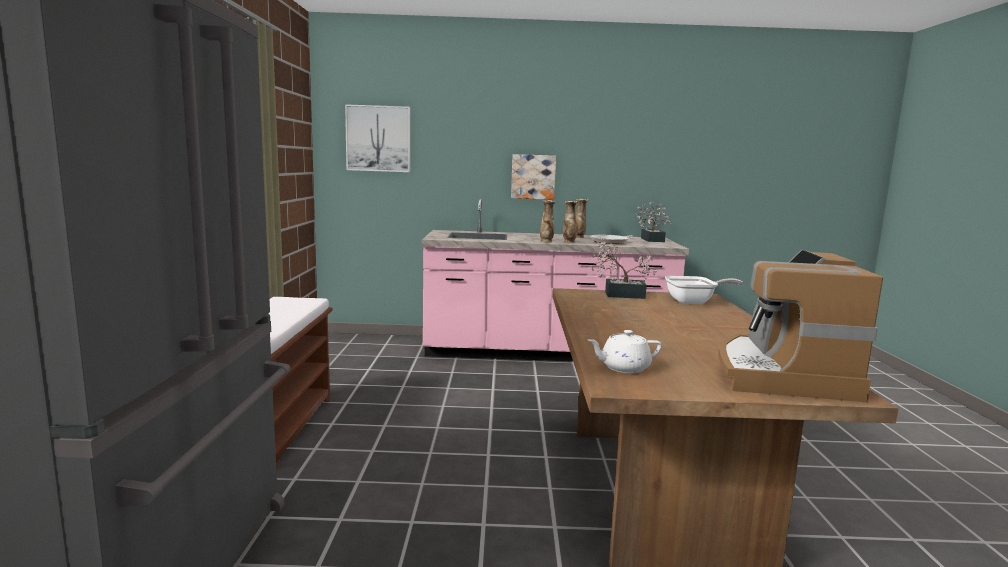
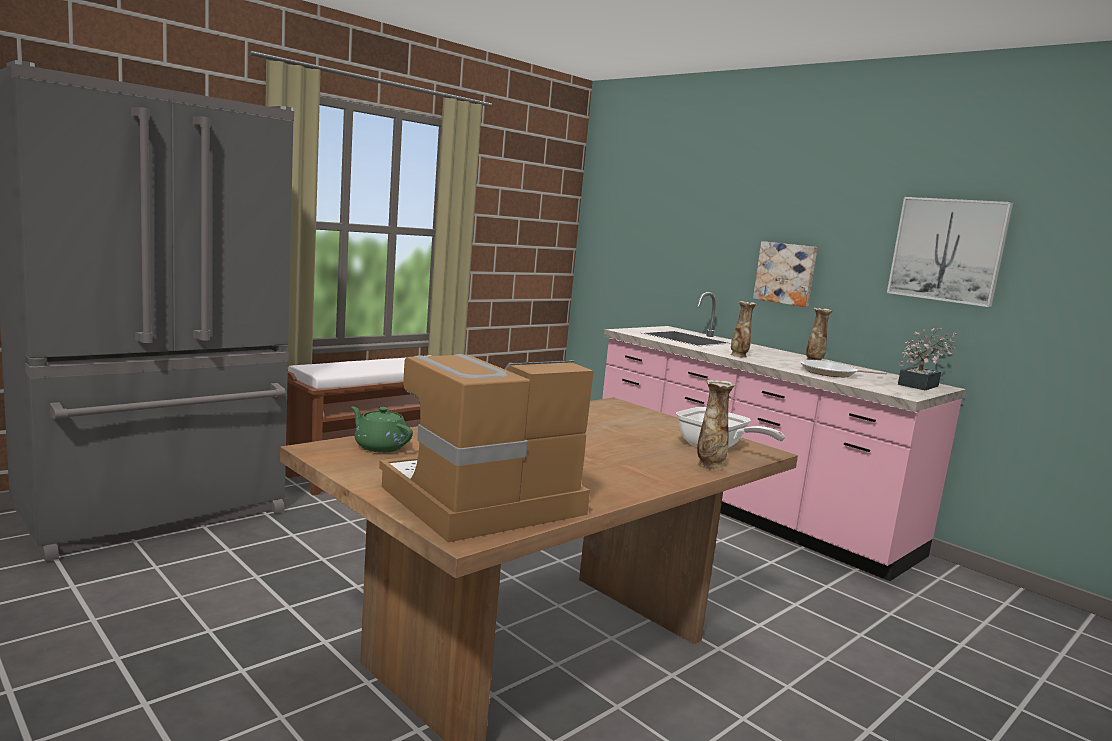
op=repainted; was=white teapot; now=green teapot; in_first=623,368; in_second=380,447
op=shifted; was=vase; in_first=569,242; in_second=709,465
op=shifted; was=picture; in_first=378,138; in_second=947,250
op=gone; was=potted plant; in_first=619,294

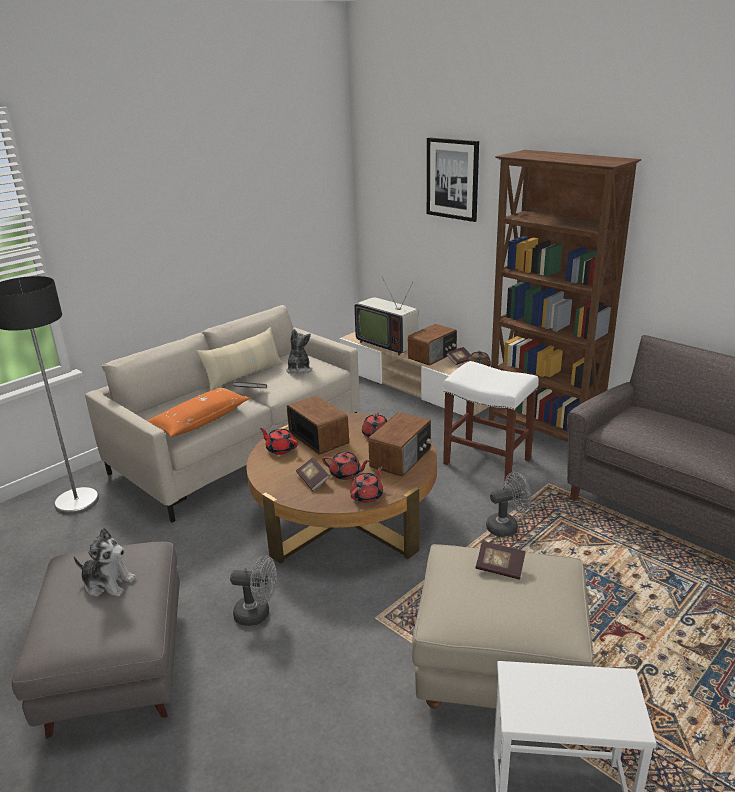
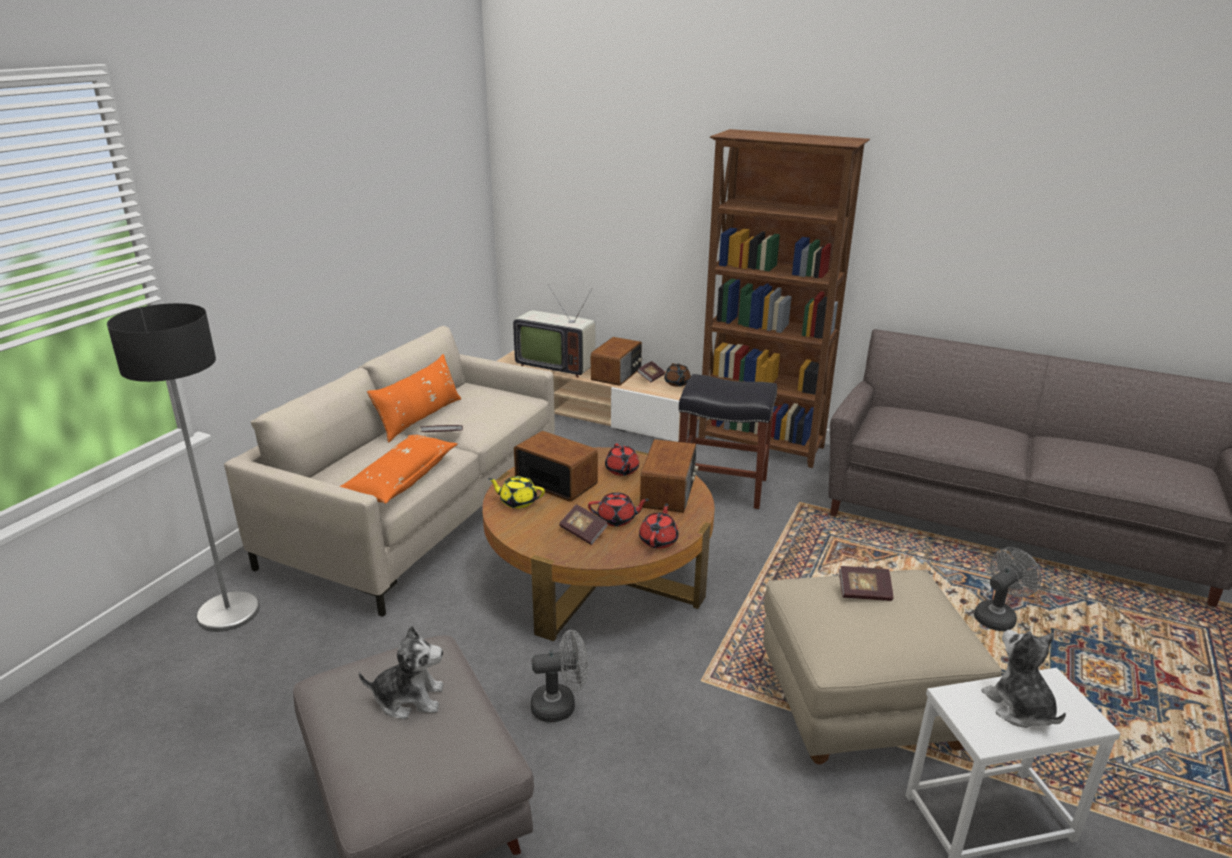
op=repainted; was=beige pillow; now=orange pillow; in_first=244,375; in_second=420,418
op=repainted; was=red teapot; now=yellow teapot; in_first=280,449; in_second=517,501
op=repainted; was=white stool; now=black stool; in_first=488,461; in_second=723,487
op=shifted; was=grey fan; in_first=506,526; in_second=998,616
op=shifted; was=plush toy; in_first=299,369; in_second=1019,708
op=gone; was=picture; in_first=452,179

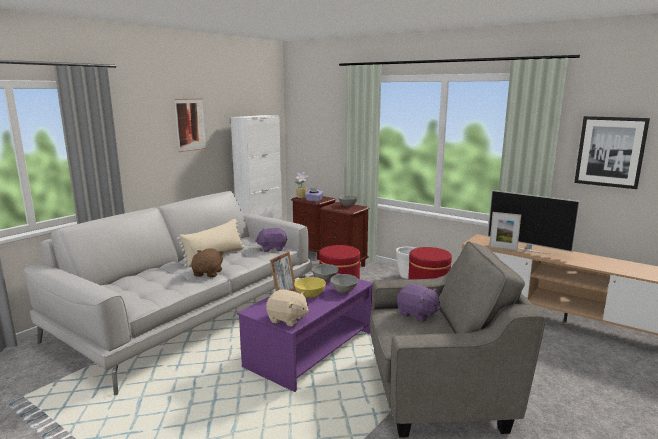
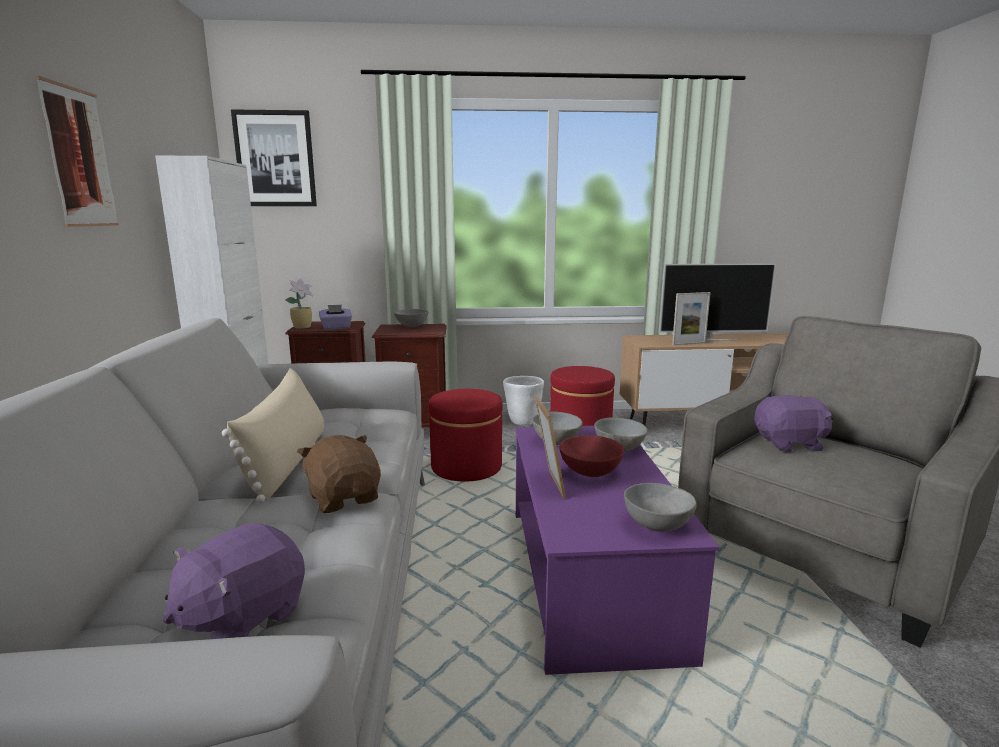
op=shifted; was=purple plush toy; in_first=272,248; in_second=242,616
op=shifted; was=picture; in_first=610,151; in_second=275,159
op=repainted; was=yellow bowl; now=red bowl; in_first=309,295; in_second=590,471
op=swapped; was=beige plush toy; now=grey bowl; in_first=287,319; in_second=656,525

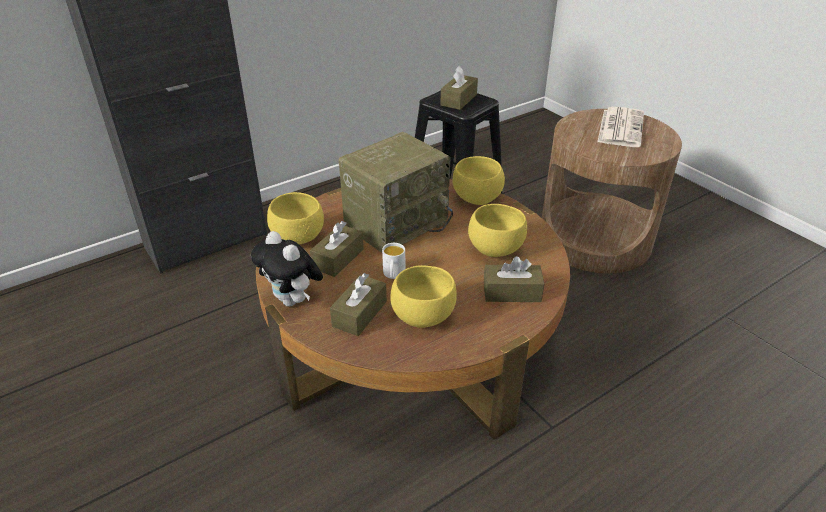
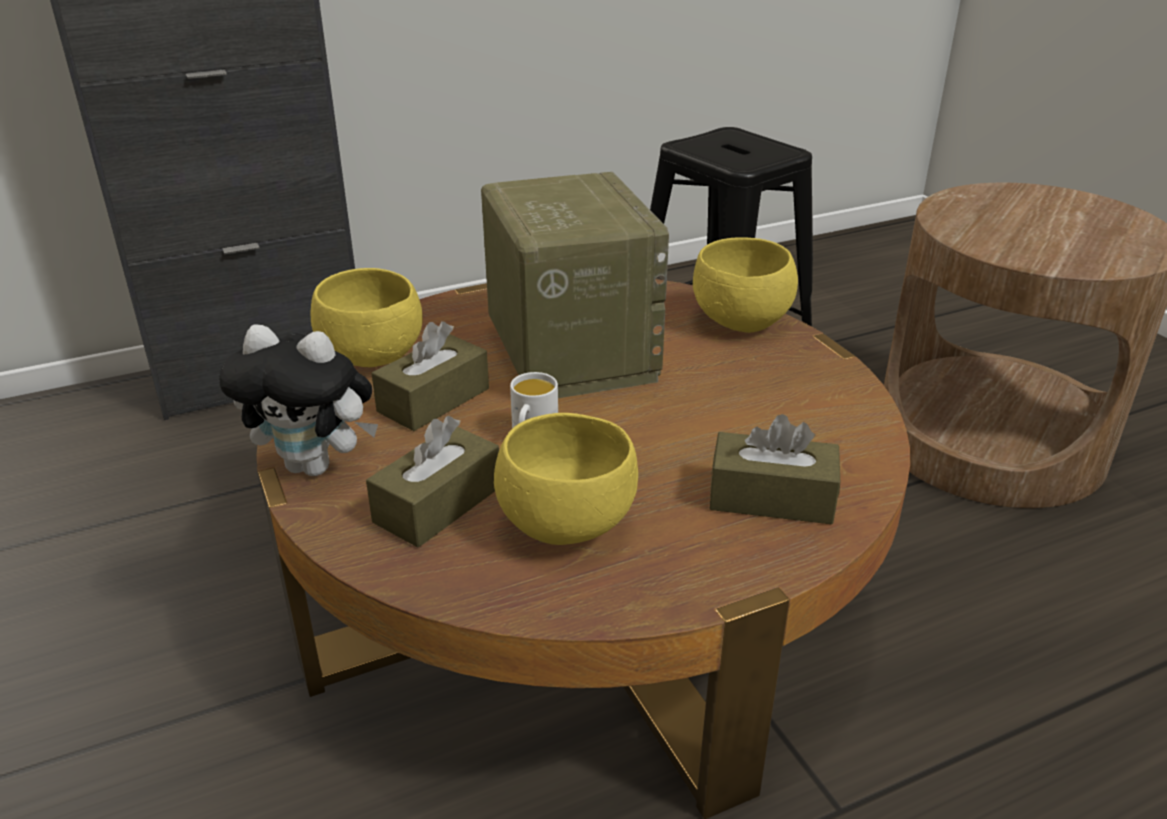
op=rotated; was=plush toy; in_first=293,301; in_second=316,466; clockwise=-45
op=rotated; was=radio; in_first=396,224; in_second=569,351; clockwise=-75
op=gone; was=brown tissue box; in_first=458,100
op=gone; was=yellow bowl; in_first=495,249
op=gone; was=newspaper; in_first=620,127

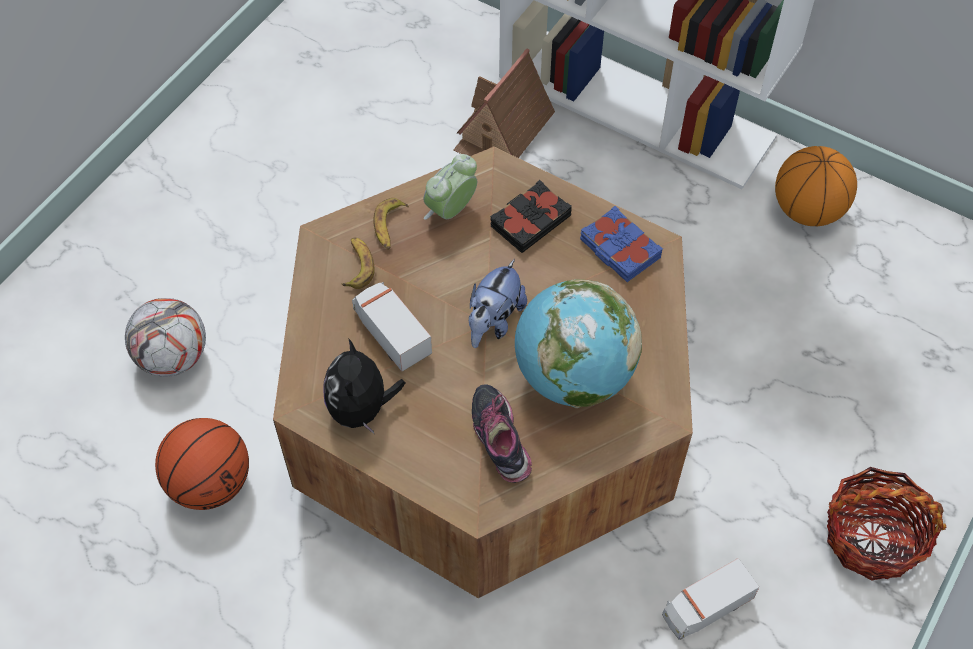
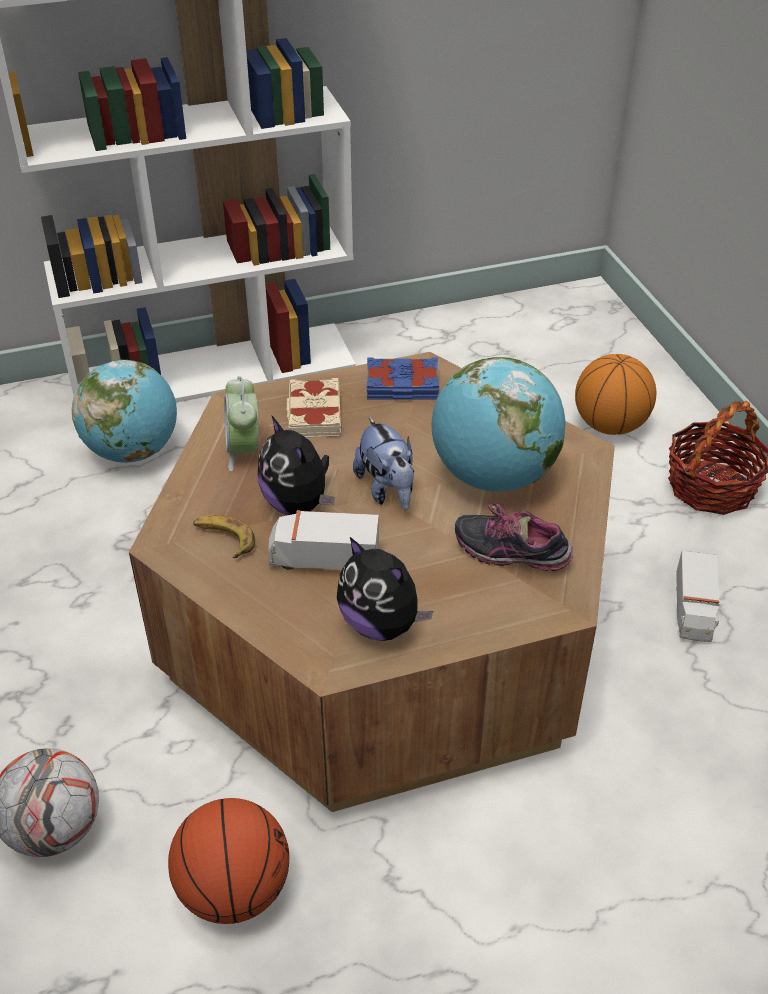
op=swapped; was=toy house; now=globe; in_first=503,132; in_second=133,451
op=new; now=plush toy; in_second=298,504
op=repainted; was=black book; now=beige book; in_first=529,220; in_second=313,415
op=shifted; was=basketball; in_first=807,210; in_second=610,425
op=gone; was=banana; in_first=389,227

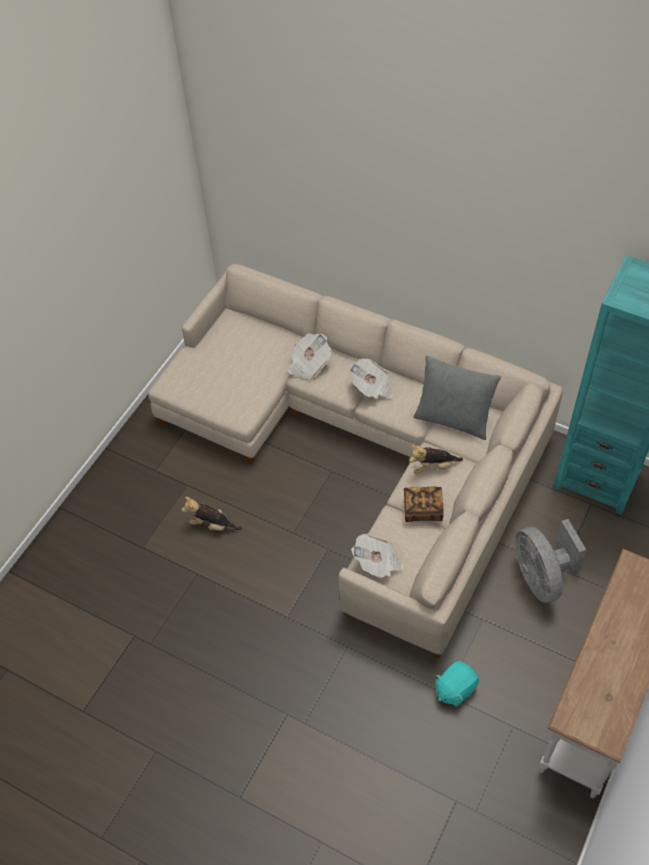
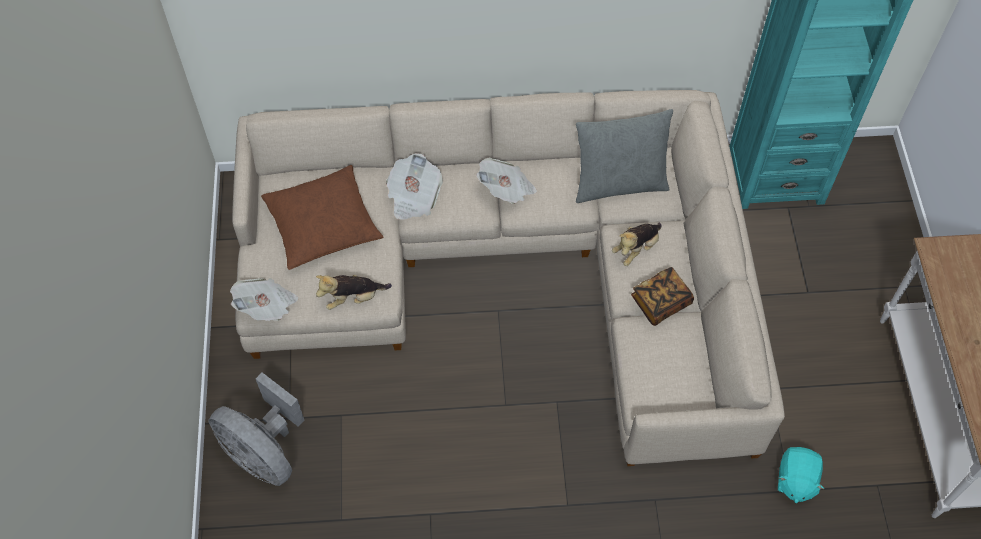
op=shifted; was=grey fan; in_first=541,577; in_second=265,453
op=shifted; was=newspaper; in_first=378,563; in_second=267,306
op=new; now=brown pillow; in_second=323,224
op=shifted; was=plush toy; in_first=212,524; in_second=353,298

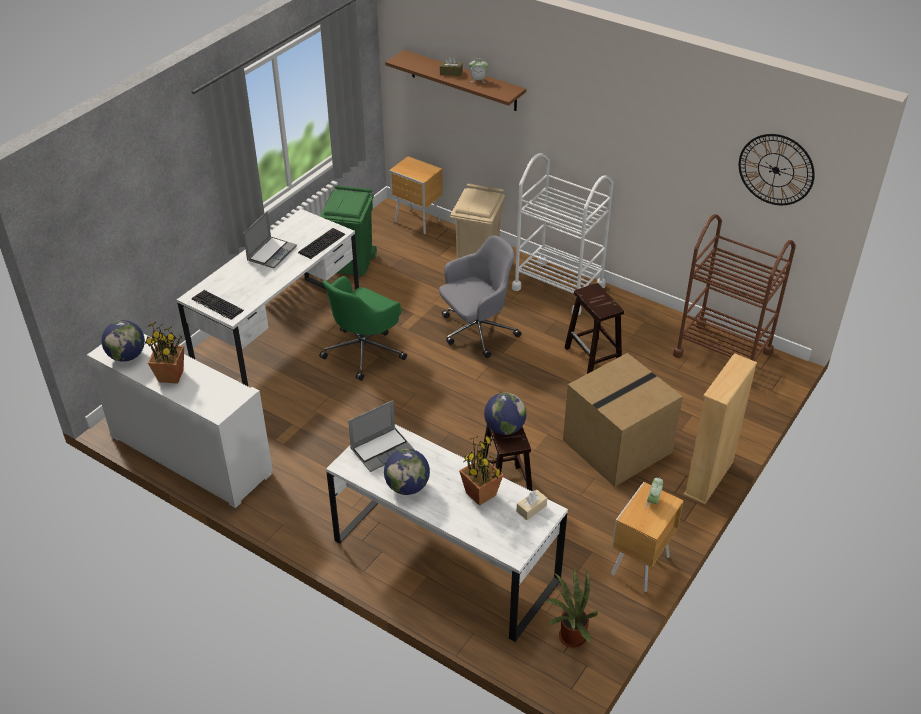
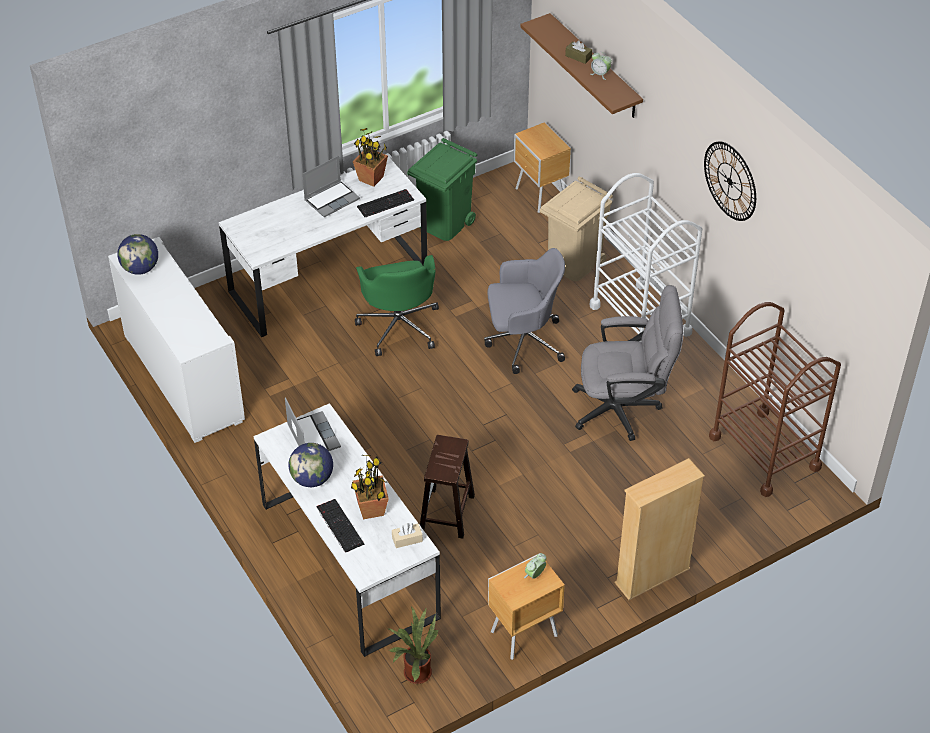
op=rotated; was=laptop; in_first=382,449; in_second=312,436; clockwise=-105
op=shifted; was=keyboard; in_first=216,305; in_second=339,525
op=shifted; was=potted plant; in_first=171,376; in_second=371,178
op=rotated; was=green office chair; in_first=364,351; in_second=399,326; clockwise=-75
op=swapped; was=brown stool; now=grey office chair; in_first=593,356; in_second=624,409
op=shifted; was=wall clock; in_first=776,170; in_second=730,181
op=gone; was=globe; in_first=504,428
op=gone; was=cardboard box; in_first=617,447

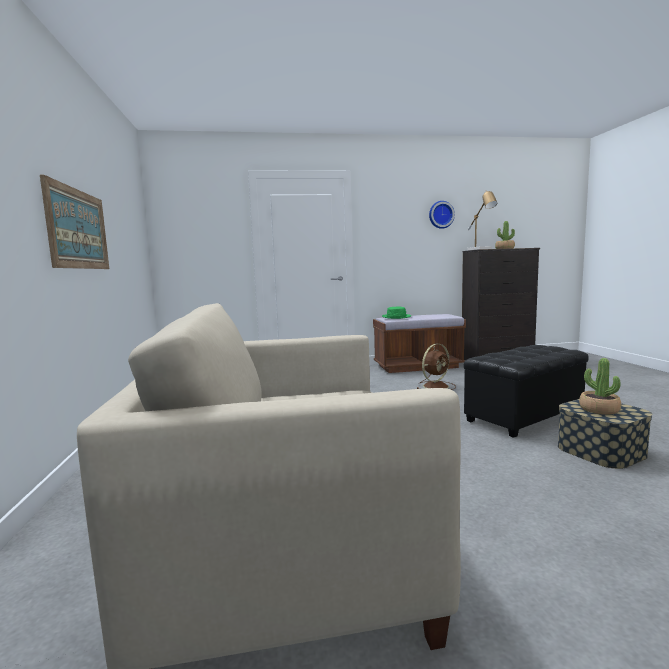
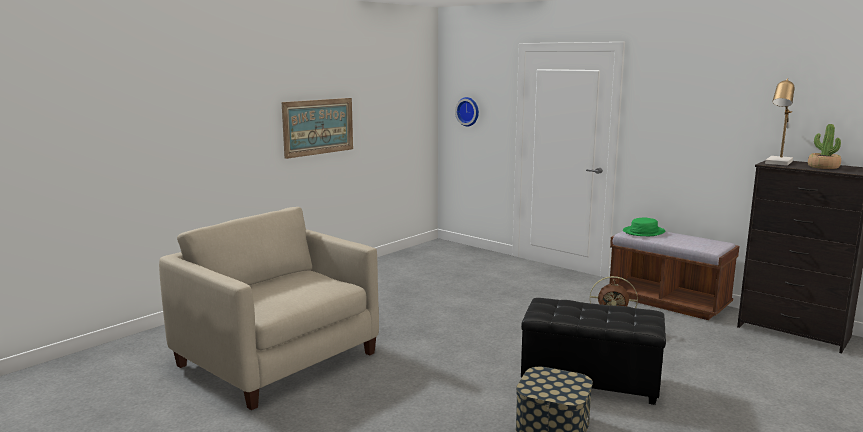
op=shifted; was=wall clock; in_first=440,215; in_second=468,111
op=gone; was=potted plant; in_first=599,410

